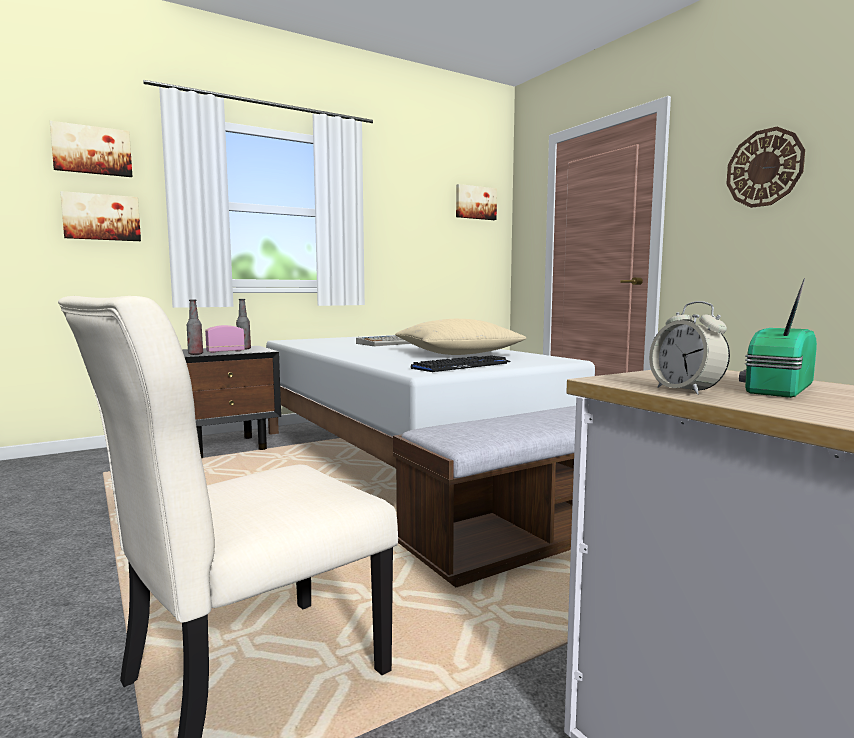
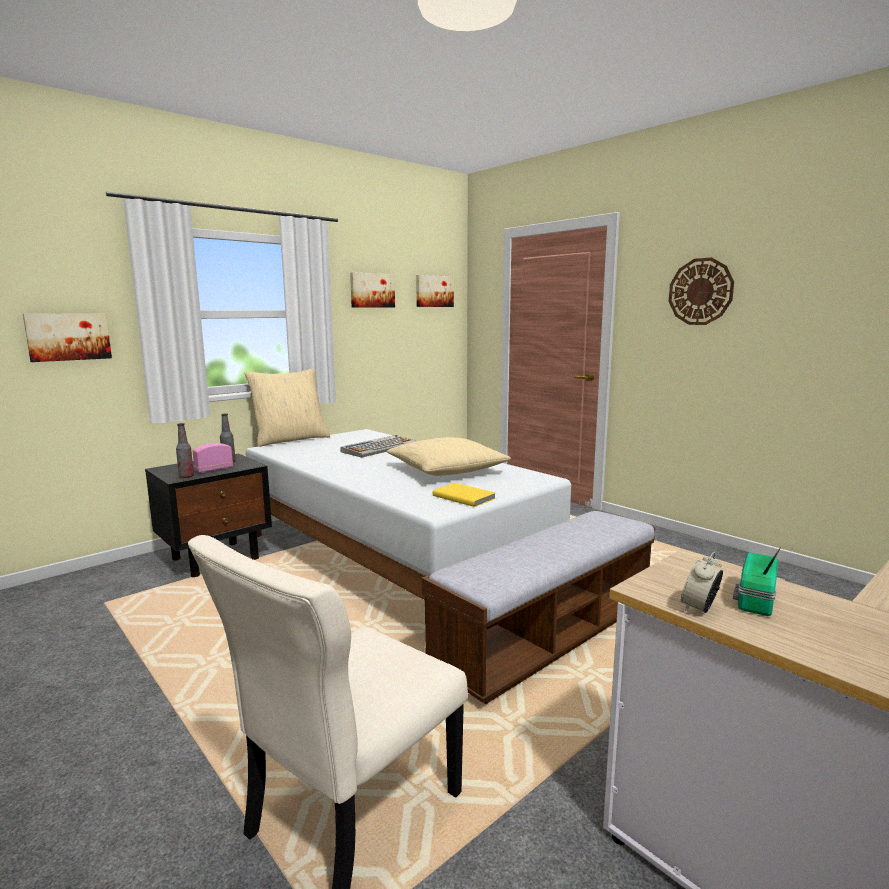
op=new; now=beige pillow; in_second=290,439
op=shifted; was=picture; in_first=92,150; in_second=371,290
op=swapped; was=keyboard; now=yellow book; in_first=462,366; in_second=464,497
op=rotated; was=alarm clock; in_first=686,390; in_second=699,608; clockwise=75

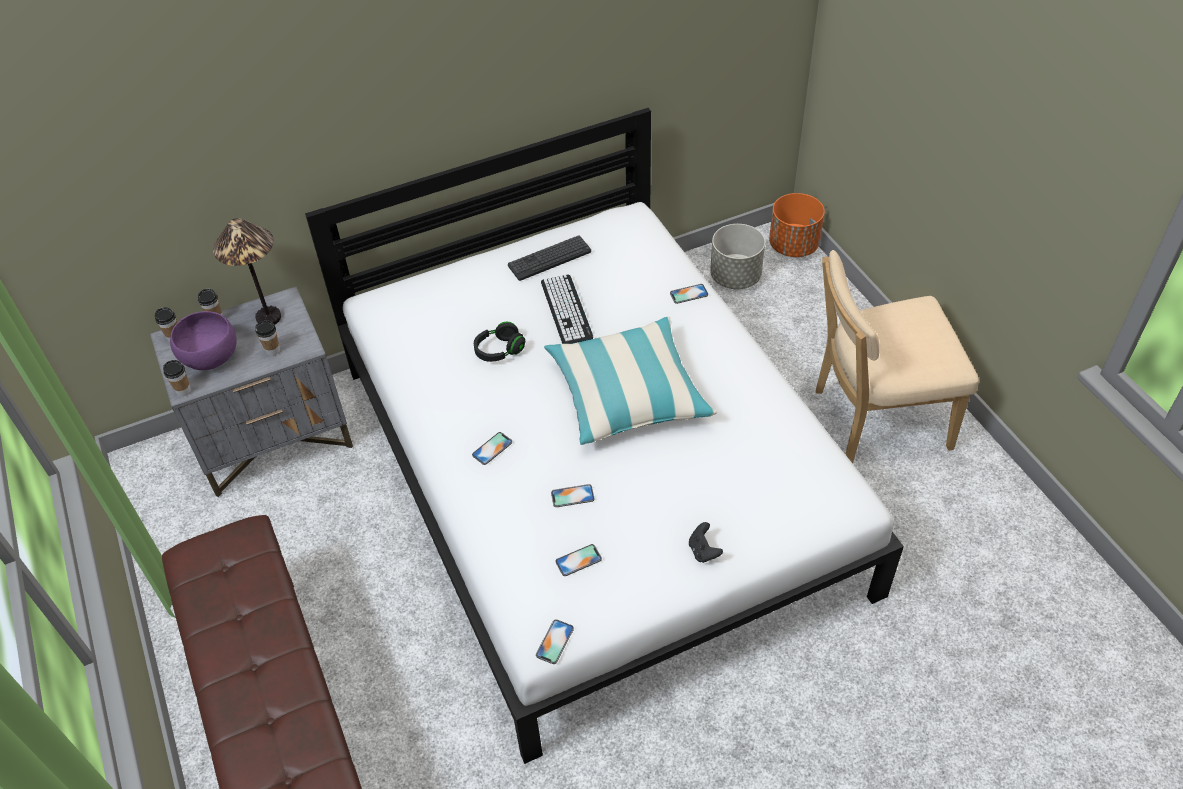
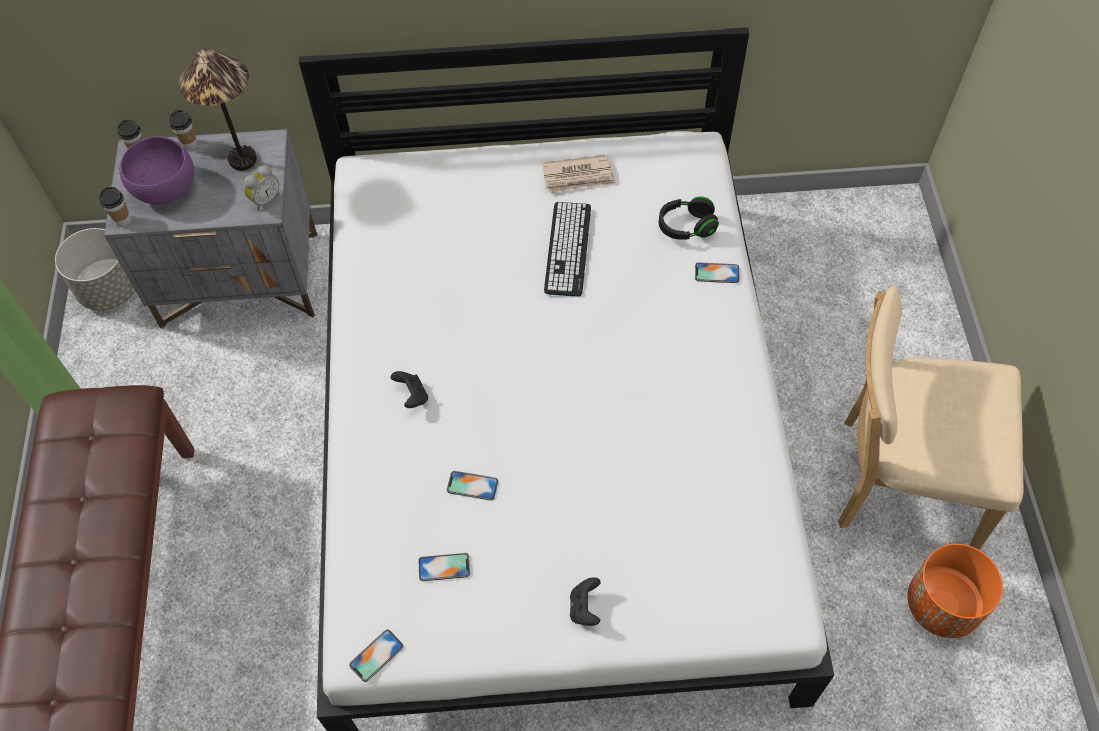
op=shifted; was=grey planter; in_first=735,277; in_second=109,290
op=new; now=alarm clock; in_second=265,199
op=swapped; was=phone; now=black game controller; in_first=492,448; in_second=412,396
op=swapped; was=keyboard; now=newspaper; in_first=549,258; in_second=578,176
op=shifted; was=black headphones; in_first=499,350; in_second=686,227
op=shifted; was=orange planter; in_first=794,246; in_second=942,605
op=gone; was=cup; in_first=273,350
op=gone; was=pillow; in_first=628,393

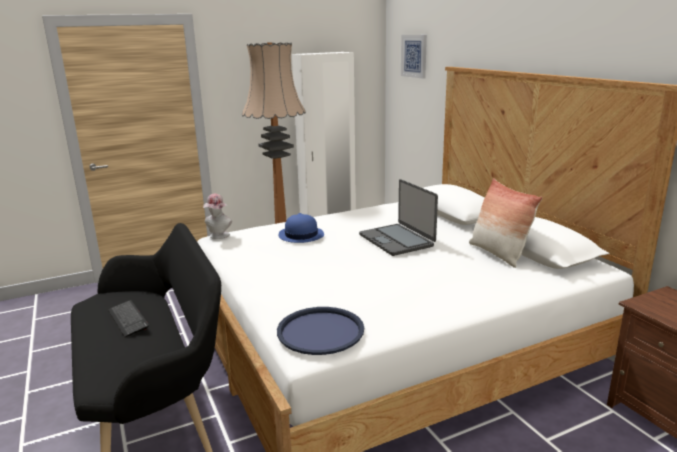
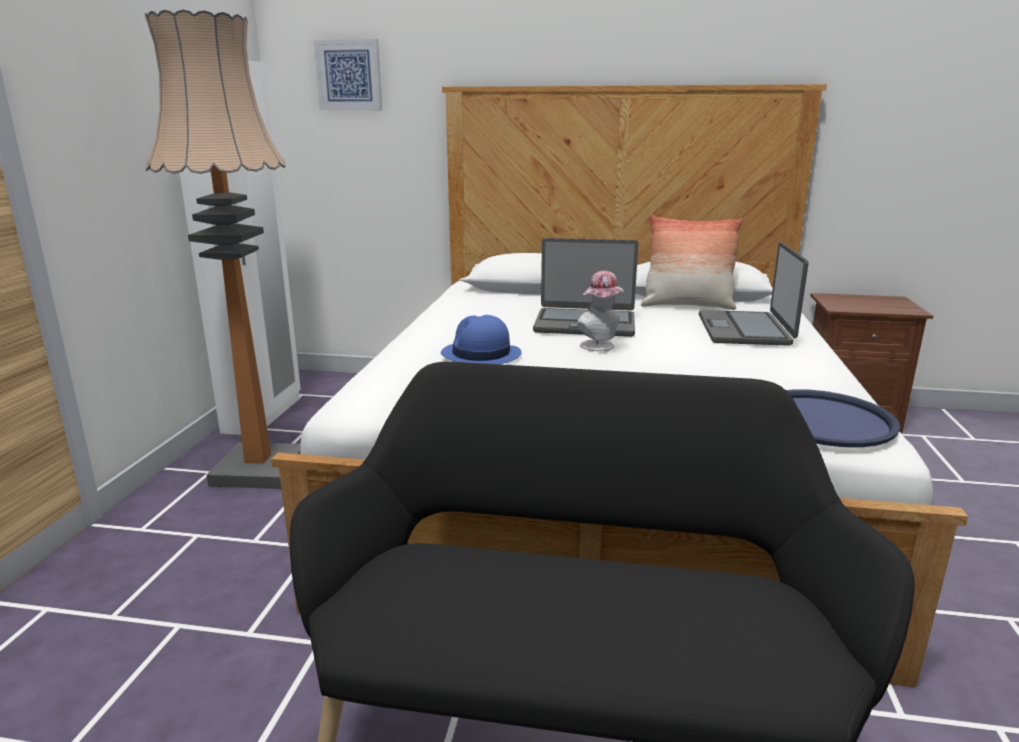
op=shifted; was=hat; in_first=218,236; in_second=600,347
op=new; now=laptop; in_second=745,330
op=gone; was=keyboard; in_first=128,319

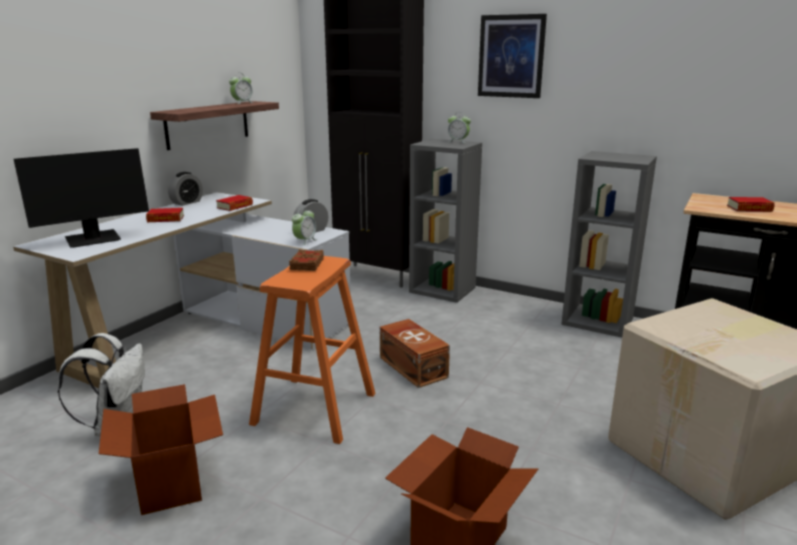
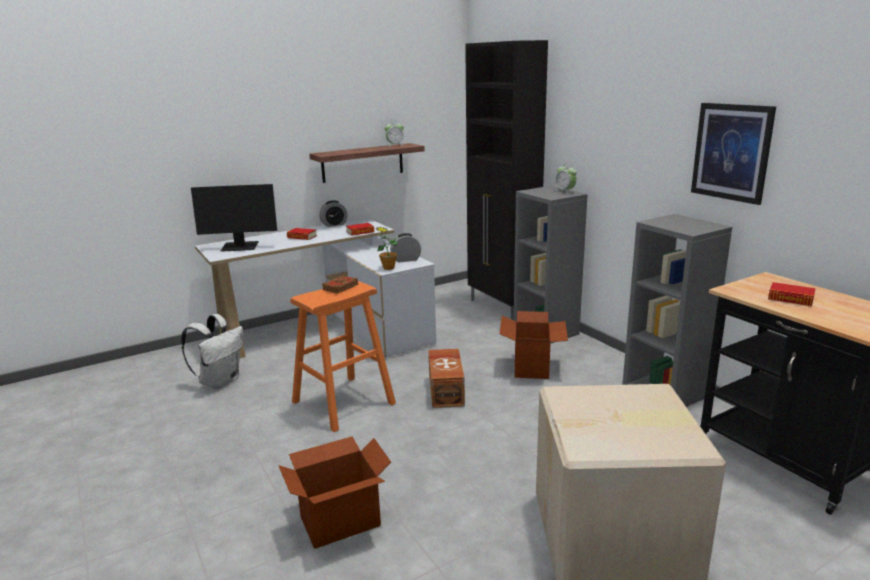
op=swapped; was=alarm clock; now=potted plant; in_first=305,241; in_second=388,268
op=shifted; was=cardboard box; in_first=172,482; in_second=532,367
op=shifted; was=picture; in_first=511,56; in_second=731,152

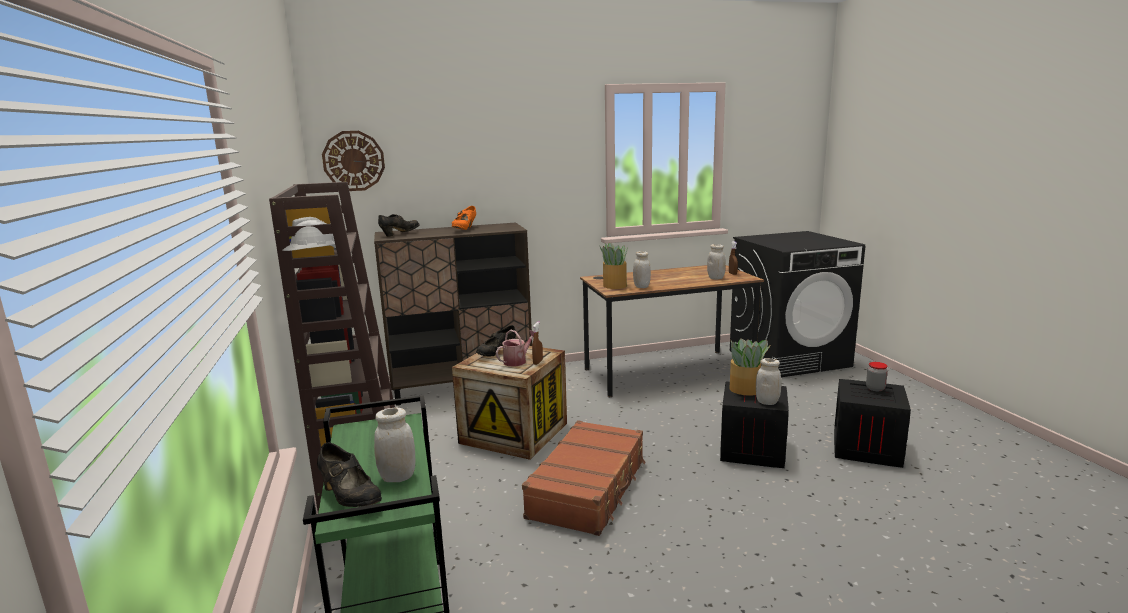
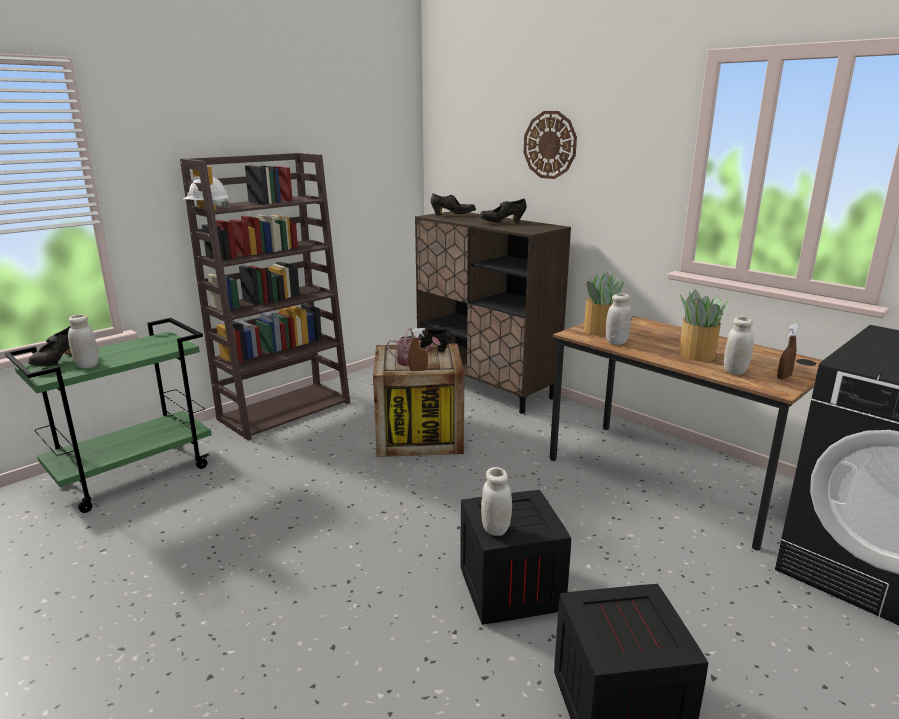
op=repainted; was=orange shoe; now=black shoe; in_first=464,229; in_second=502,222
op=shifted; was=wall clock; in_first=353,161; in_second=550,145
op=shifted; was=potted plant; in_first=746,389; in_second=697,355
op=gone; was=brown suitcase; in_first=589,488
op=gone; was=jar; in_first=875,388

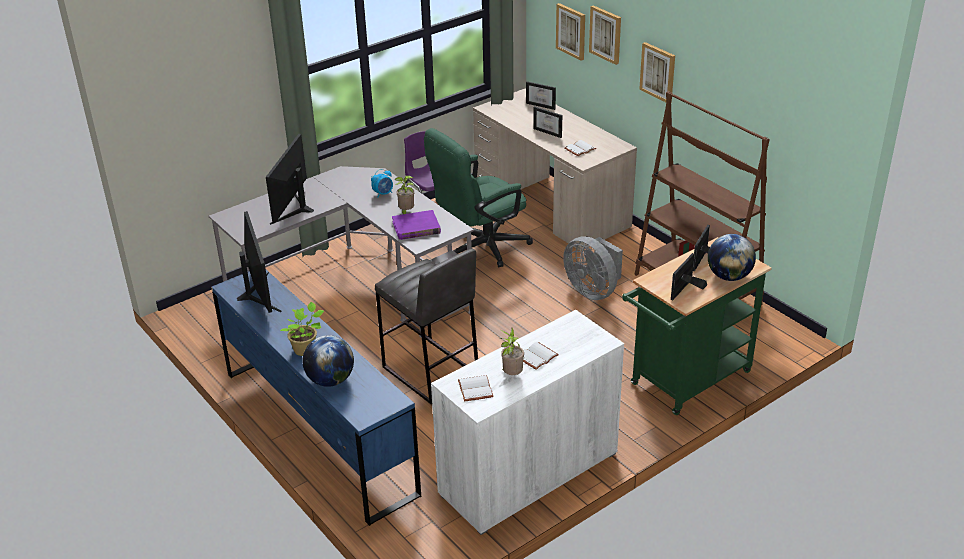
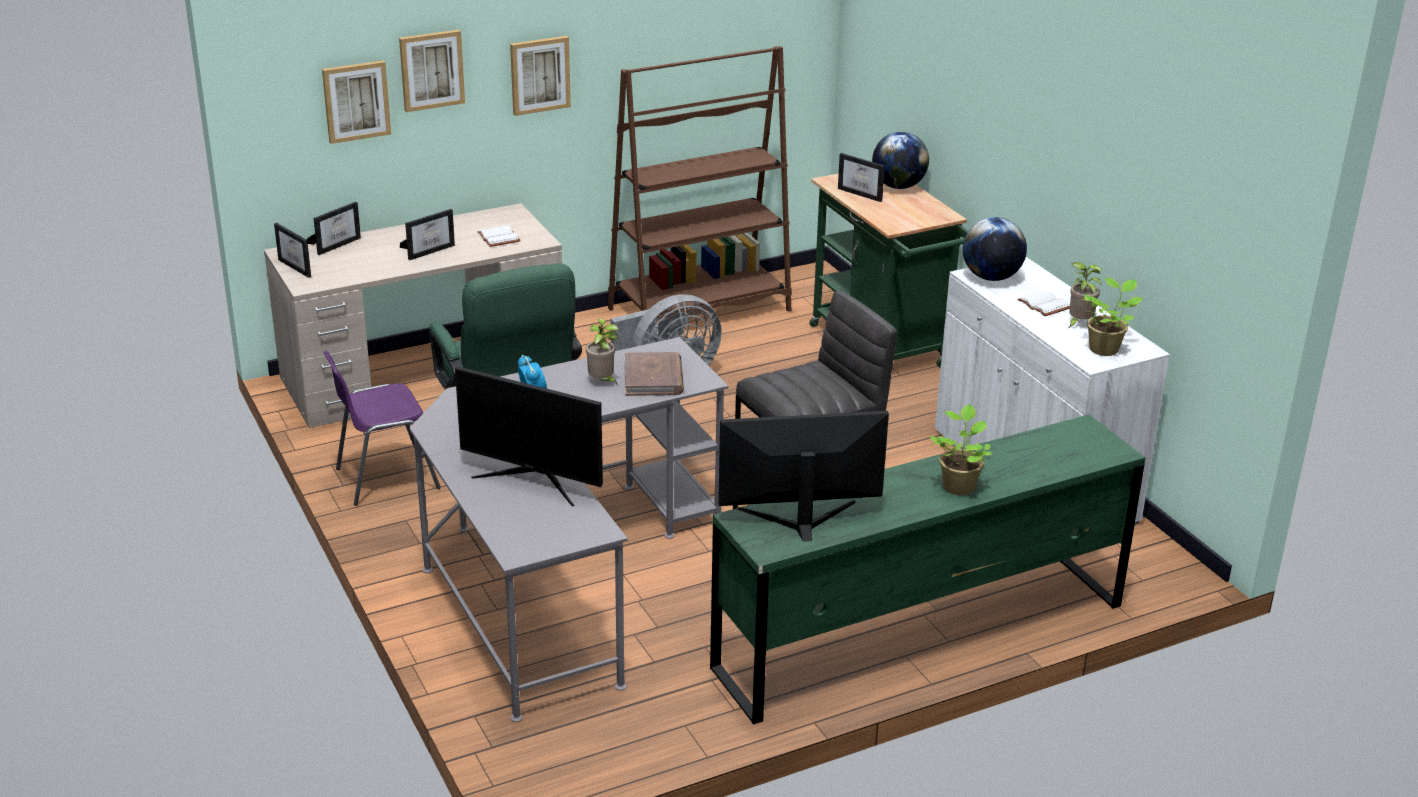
op=shifted; was=picture frame; in_first=685,291; in_second=300,267
op=repainted; was=purple book; now=brown book; in_first=416,227; in_second=653,378
op=repainted; was=blue dresser; now=green dresser; in_first=319,431; in_second=920,635
op=shifted; was=globe; in_first=330,380; in_second=991,277
op=swapped; was=white book; now=potted plant; in_first=474,389; in_second=1105,348

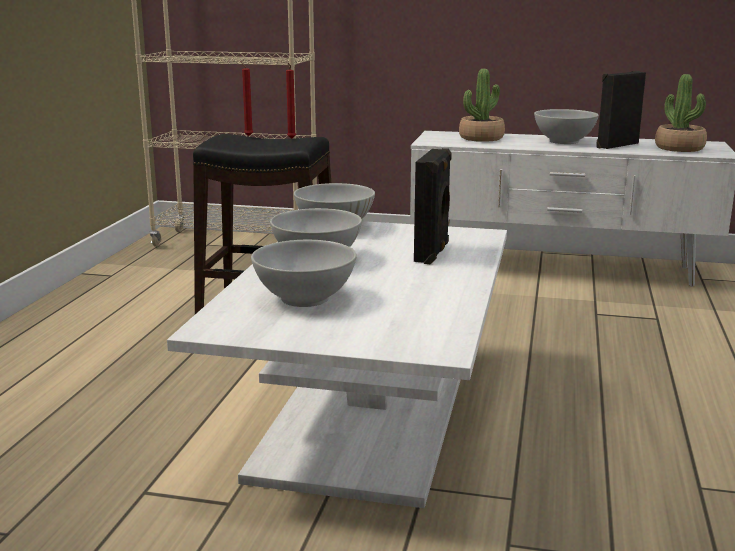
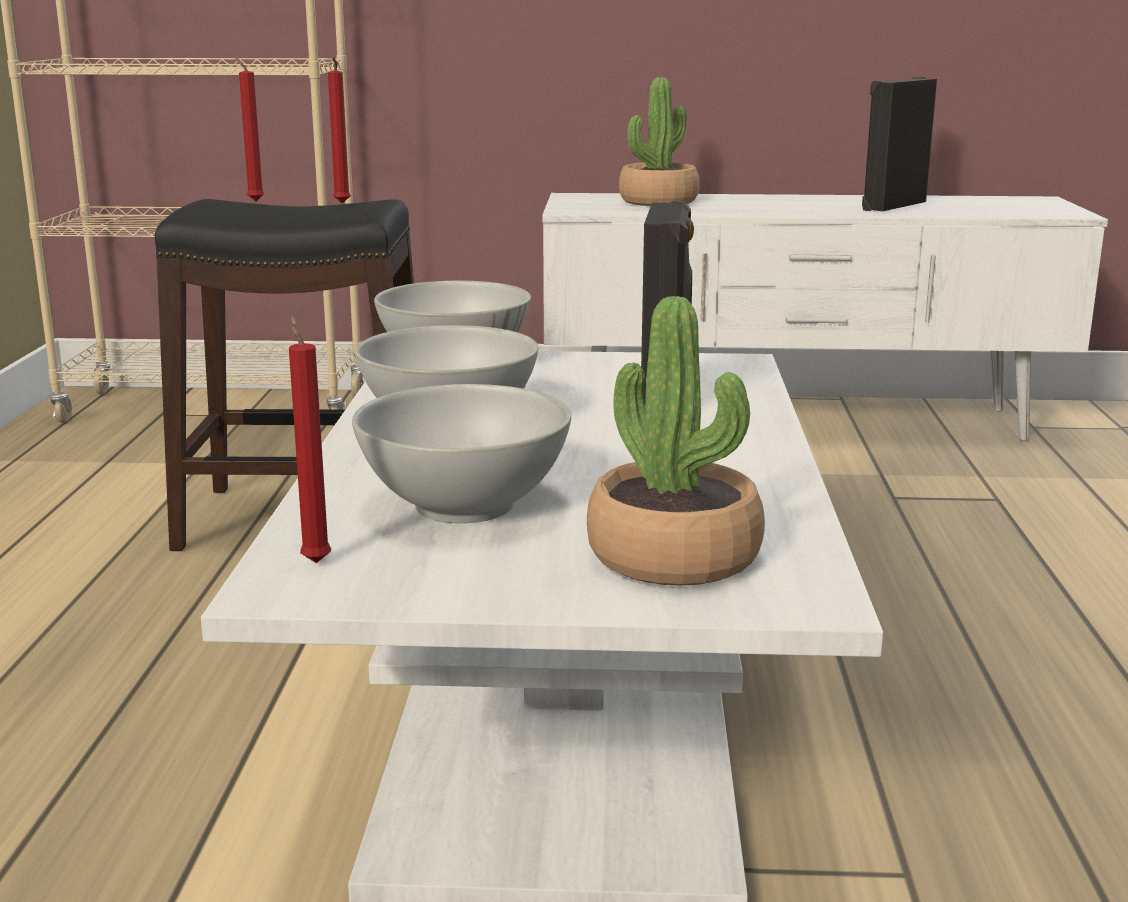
op=new; now=red candle; in_second=315,561
op=shifted; was=potted plant; in_first=679,148; in_second=674,556
op=gone; was=white bowl; in_first=564,141

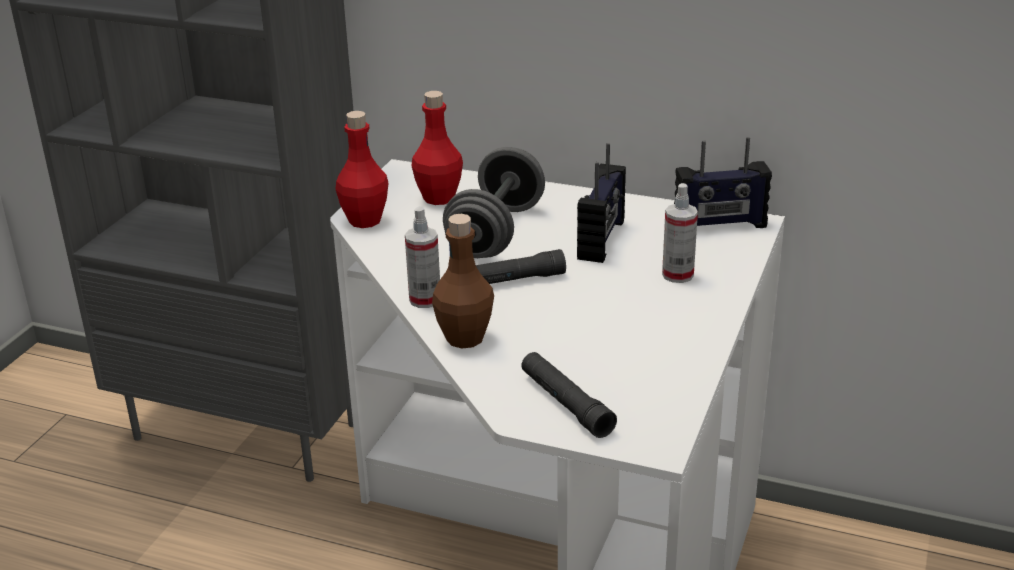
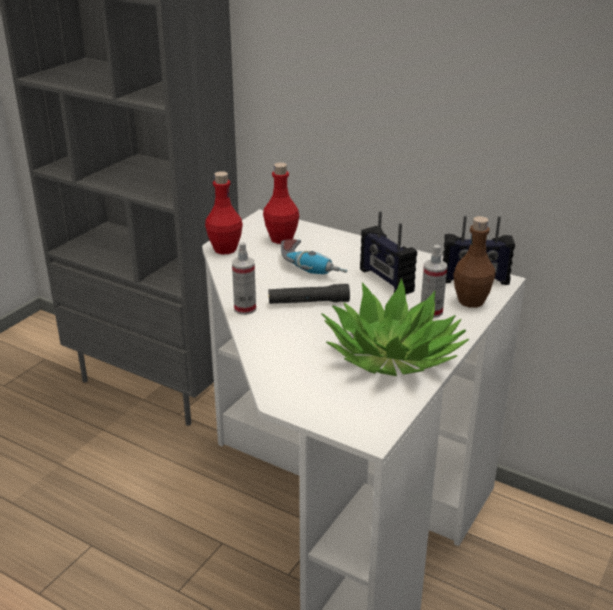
op=swapped; was=grey dumbbell; now=power drill; in_first=496,232; in_second=312,267
op=new; now=potted plant; in_second=392,355
op=rotated; was=radio; in_first=602,240; in_second=385,280; clockwise=120
op=shifted; was=brown bottle; in_first=465,338; in_second=471,301
op=gone; was=black flashlight; in_first=566,404

